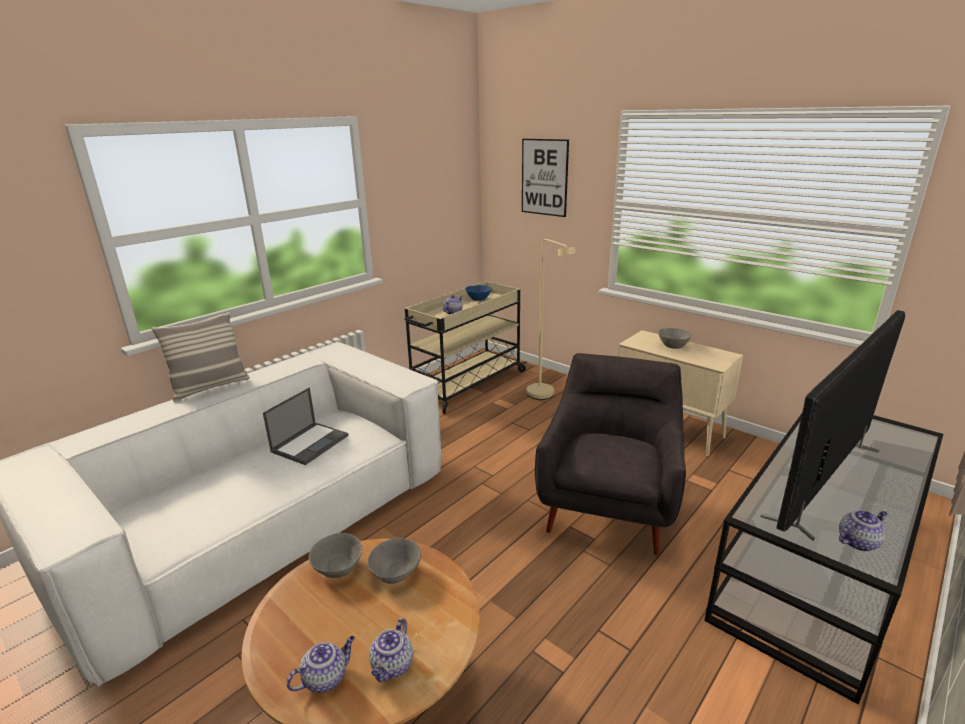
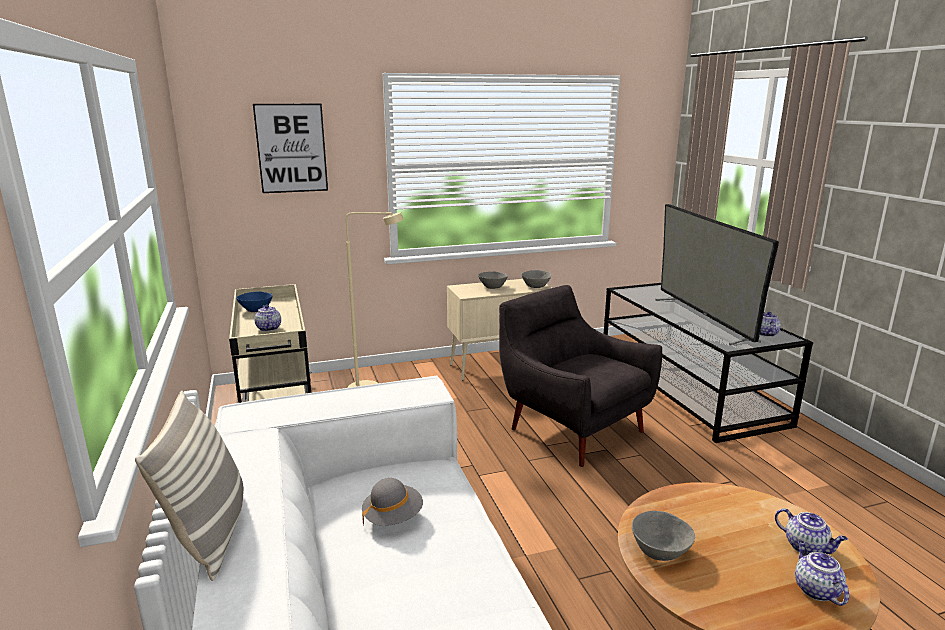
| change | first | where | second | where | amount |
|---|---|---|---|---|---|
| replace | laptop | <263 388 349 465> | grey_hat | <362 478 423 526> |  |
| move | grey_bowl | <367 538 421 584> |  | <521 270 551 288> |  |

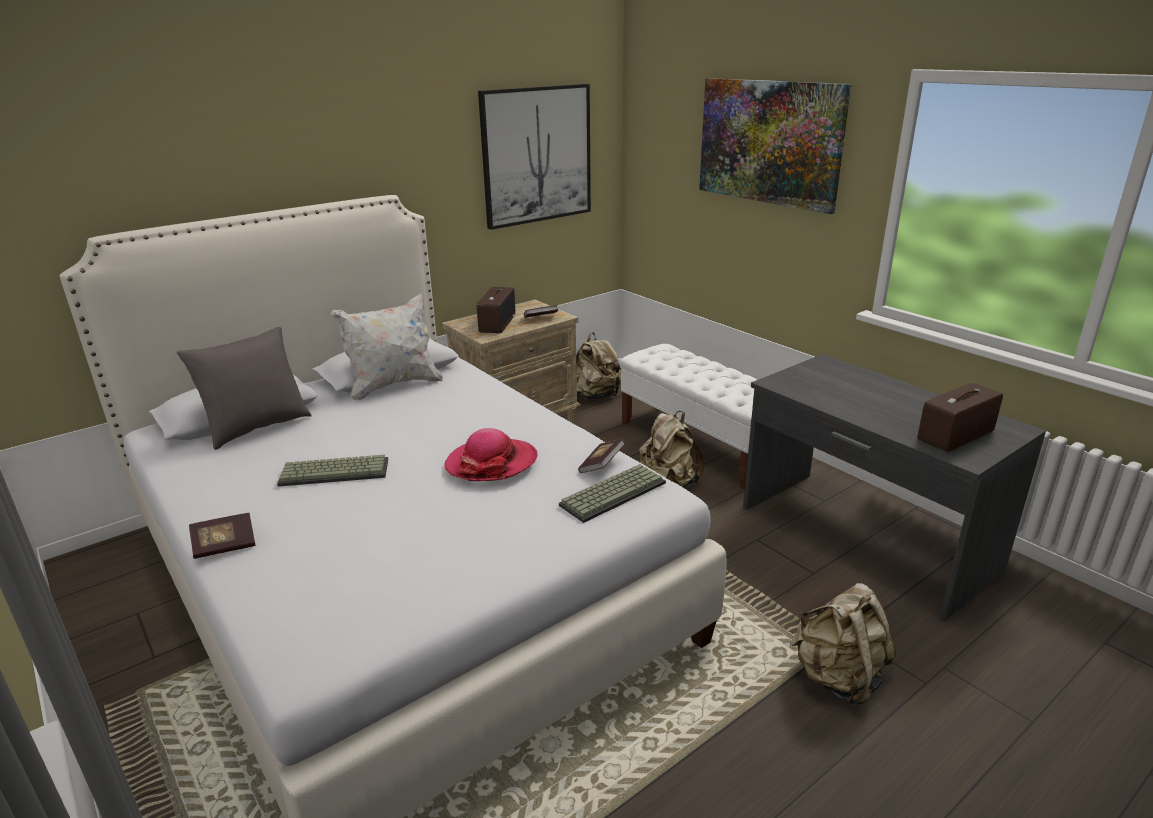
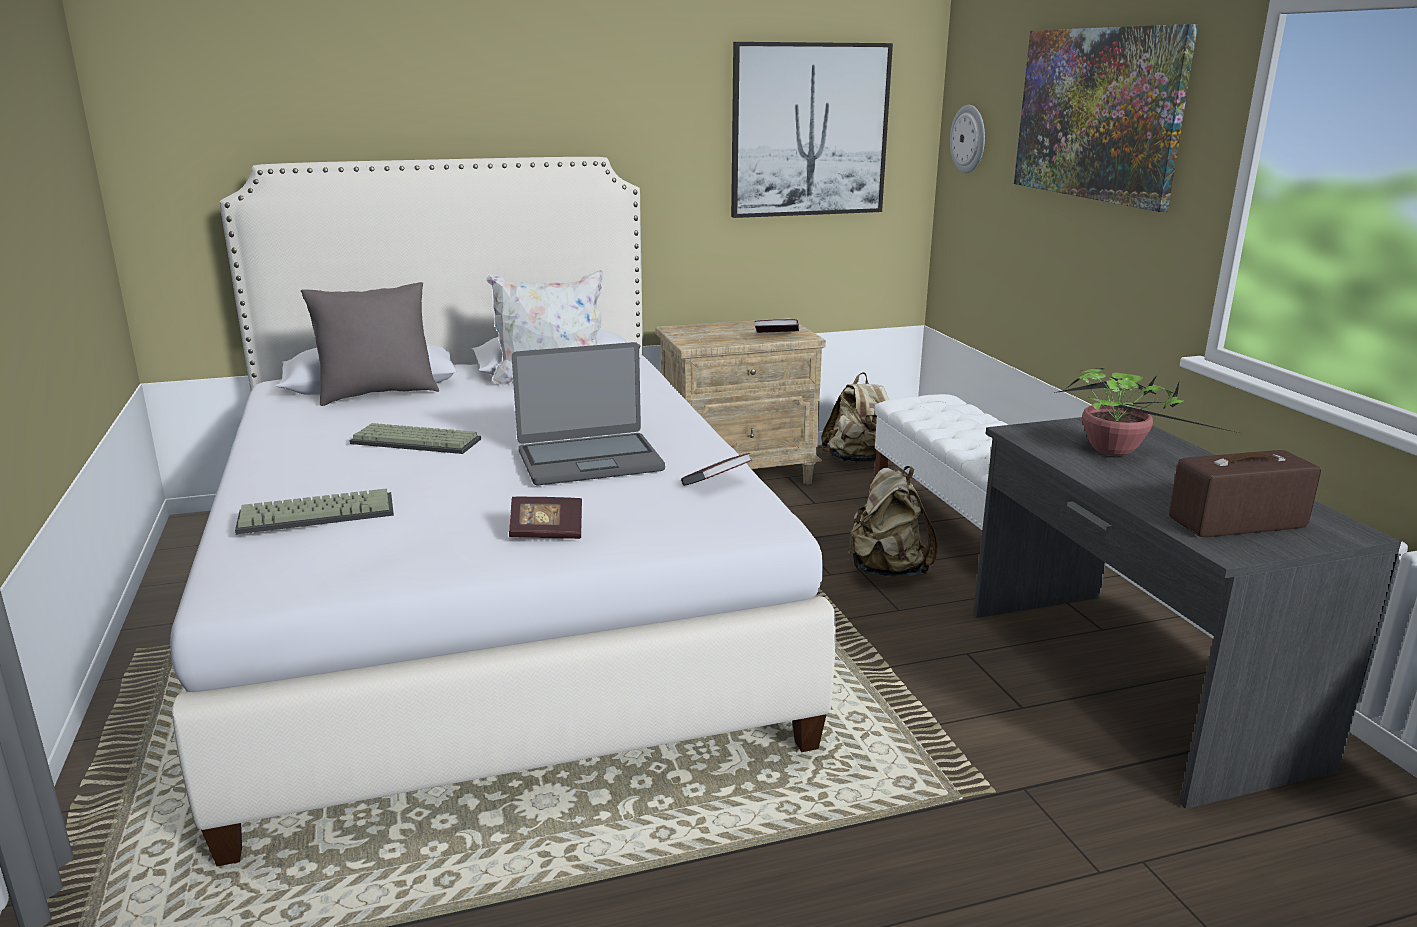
| change | first | where | second | where | amount |
|---|---|---|---|---|---|
| move | keyboard | <559 464 666 523> |  | <235 489 394 534> |  |
| move | book | <189 513 255 559> |  | <509 497 582 539> |  |
| replace | hat | <444 428 537 481> | laptop | <512 342 665 485> |  |
| insert |  |  | wall_clock | <950 105 985 173> |  |
| insert |  |  | potted_plant | <1054 367 1238 456> |  |
| delete | radio | <477 287 515 333> |  |  |  |
| delete | beige_backpack | <790 583 896 706> |  |  |  |

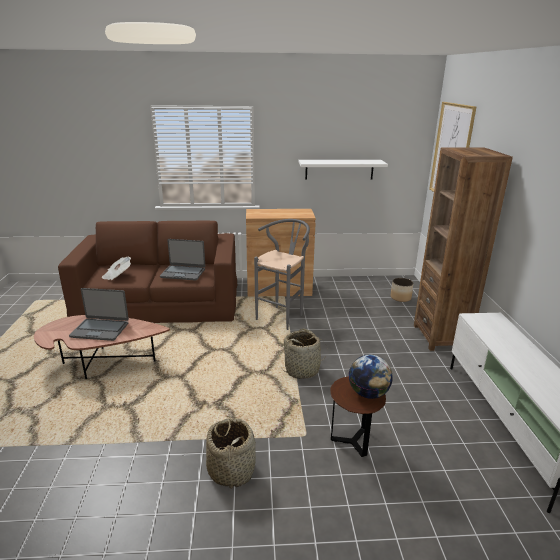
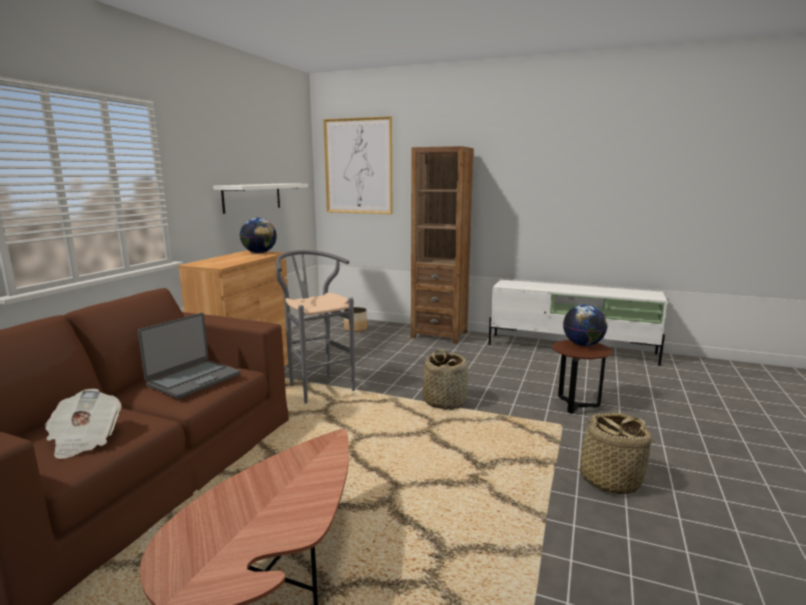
| change | first | where | second | where | amount |
|---|---|---|---|---|---|
| insert |  |  | globe | <240 218 277 253> |  |
| delete | laptop | <69 288 129 341> |  |  |  |

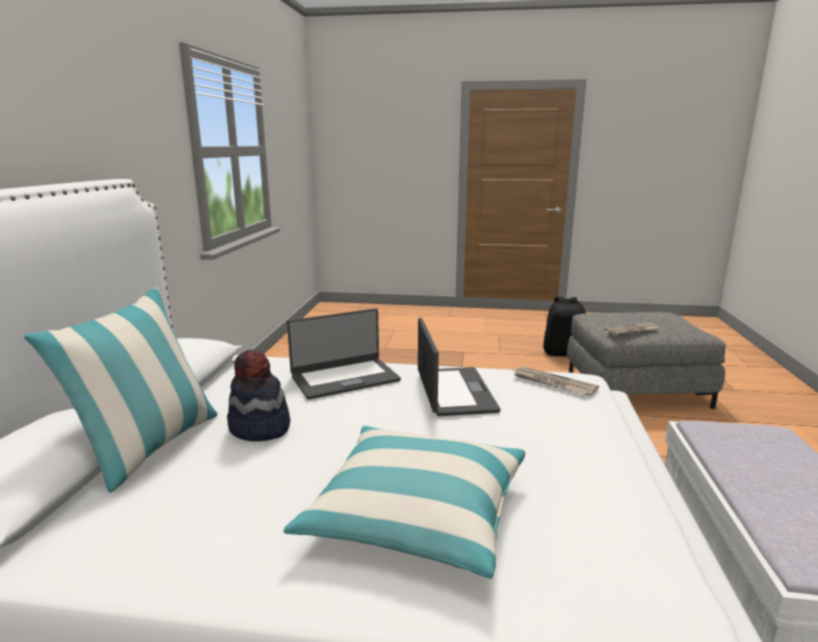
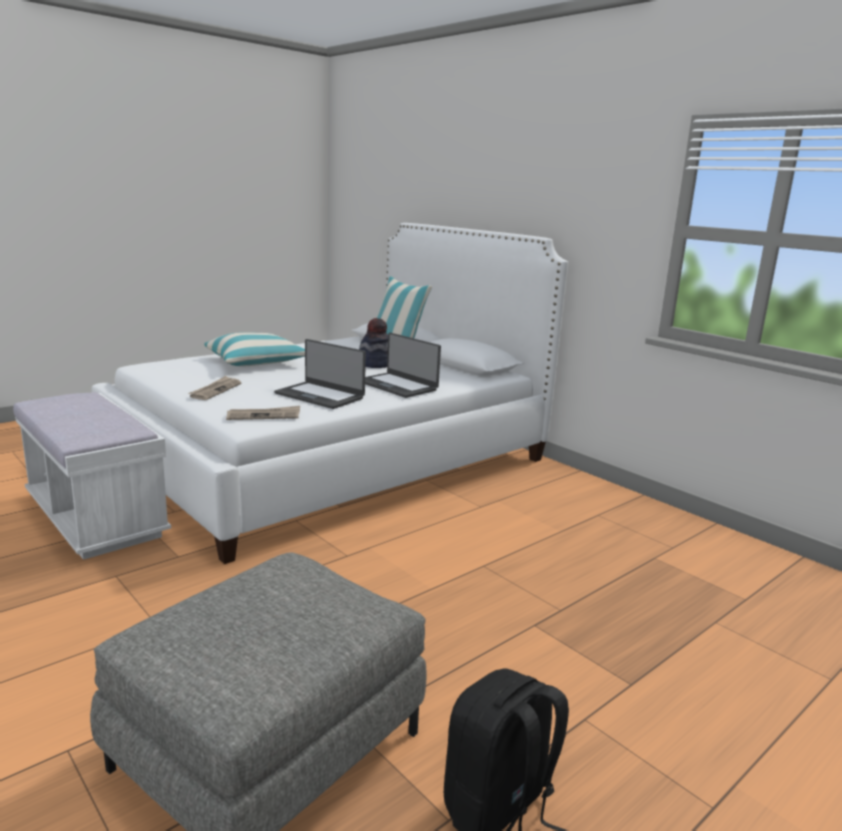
| change | first | where | second | where | amount |
|---|---|---|---|---|---|
| move | newspaper | <605 322 659 336> |  | <188 376 242 400> |  |
| rotate | laptop | <287 308 401 399> |  | <365 333 441 398> | 60 degrees counterclockwise |

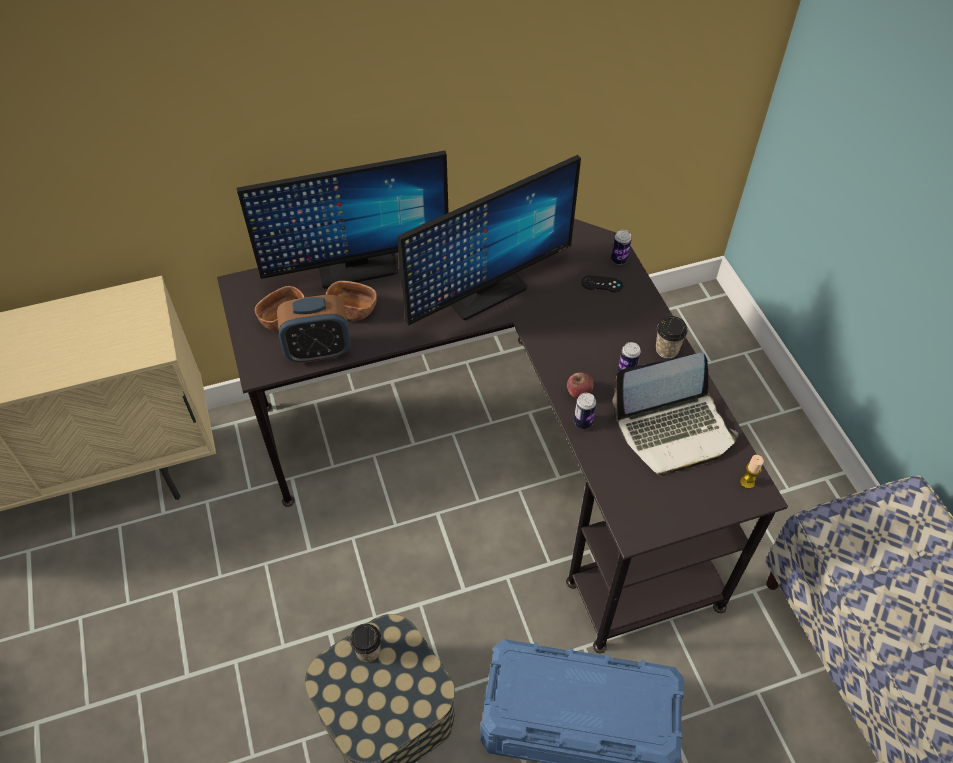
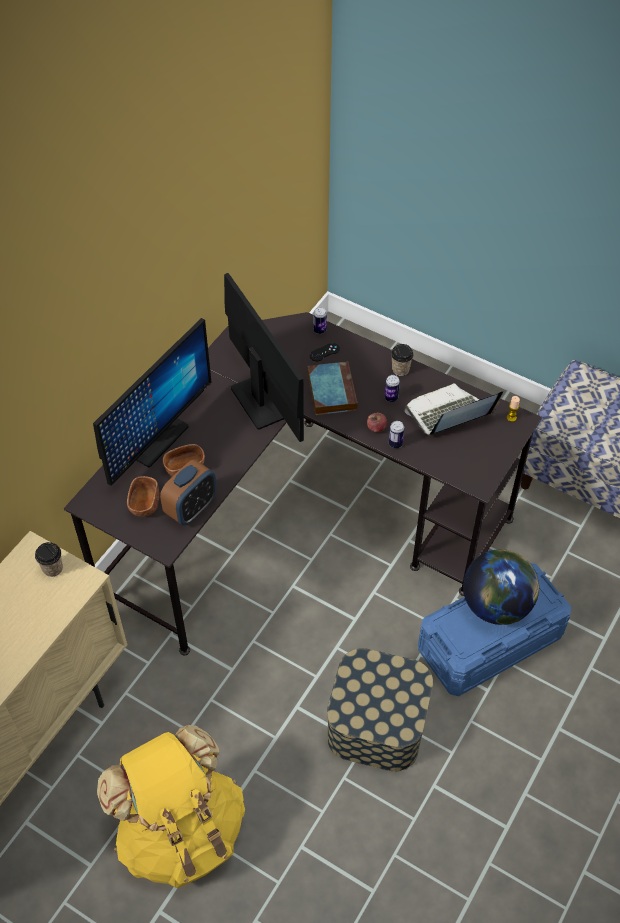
| change | first | where | second | where | amount |
|---|---|---|---|---|---|
| move | cup | <350 624 381 662> |  | <35 542 63 577> |  |
| insert |  |  | yellow_backpack | <97 725 245 888> |  |
| rotate | monitor | <398 155 581 325> |  | <224 273 304 442> | 45 degrees counterclockwise |
| insert |  |  | book | <307 361 358 415> |  |
| rotate | laptop | <613 353 738 477> |  | <405 383 503 435> | 150 degrees counterclockwise |
| insert |  |  | globe | <463 549 539 625> |  |

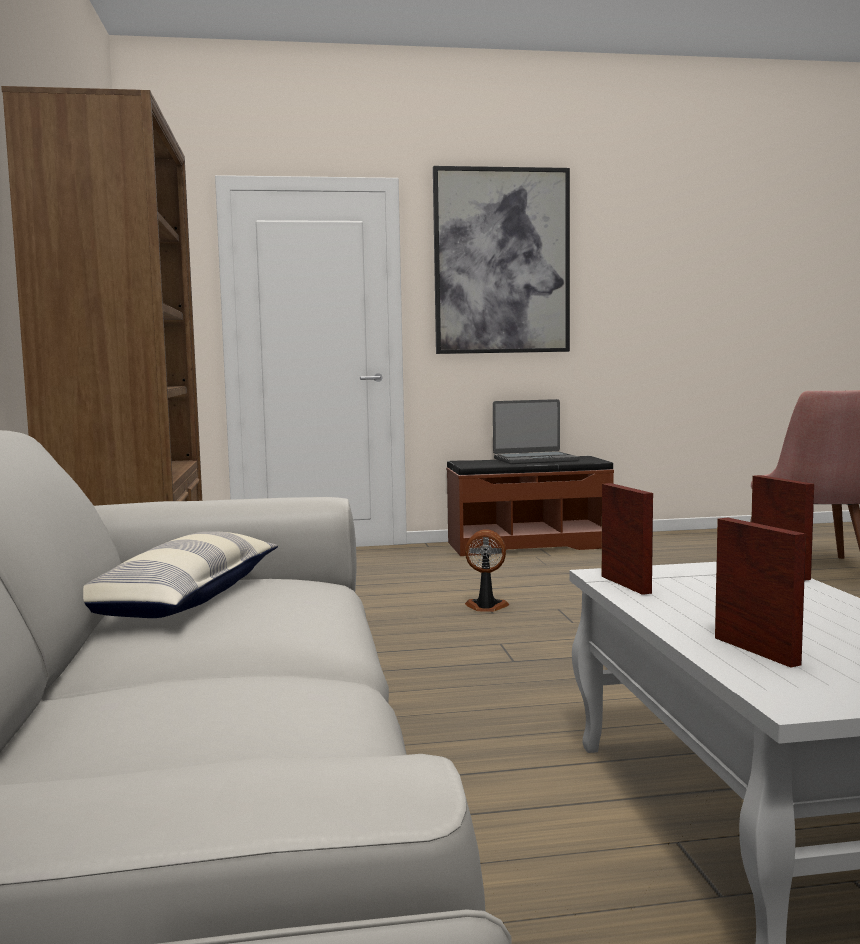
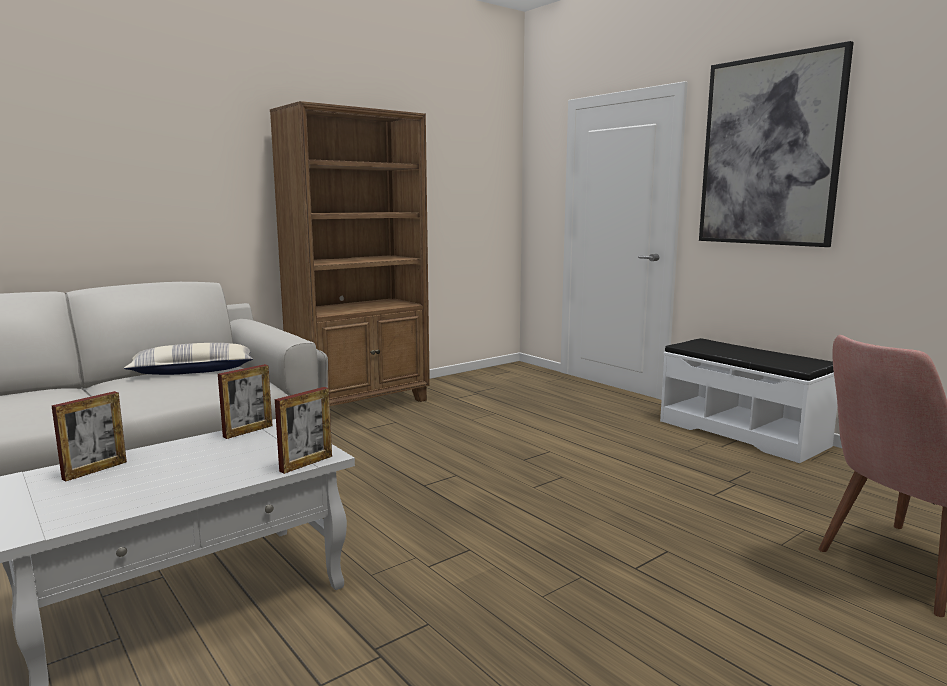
| change | first | where | second | where | amount |
|---|---|---|---|---|---|
| recolor | brown_bench | <446 456 614 556> | white_bench | <660 338 838 463> |  |
| delete | fan | <465 529 510 612> |  |  |  |
| delete | laptop | <493 399 579 464> |  |  |  |

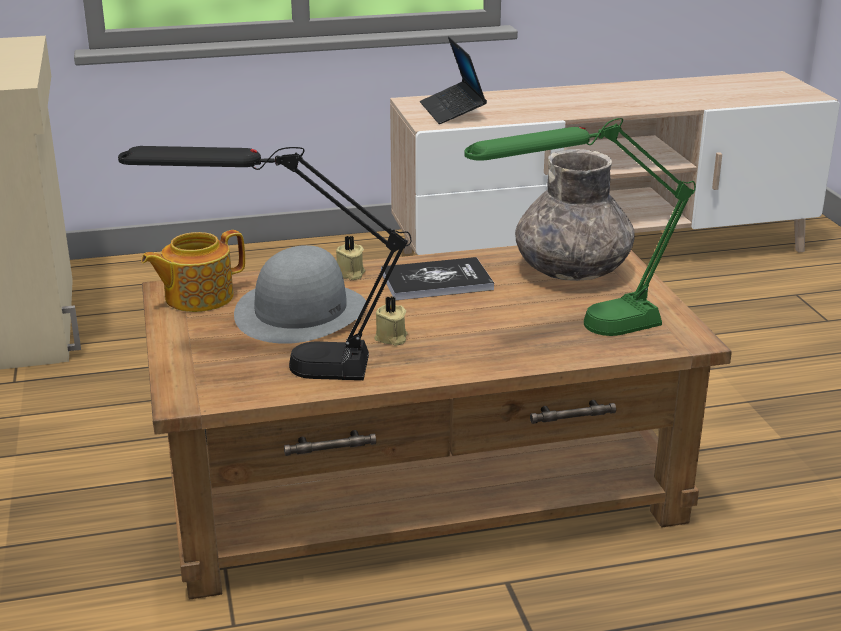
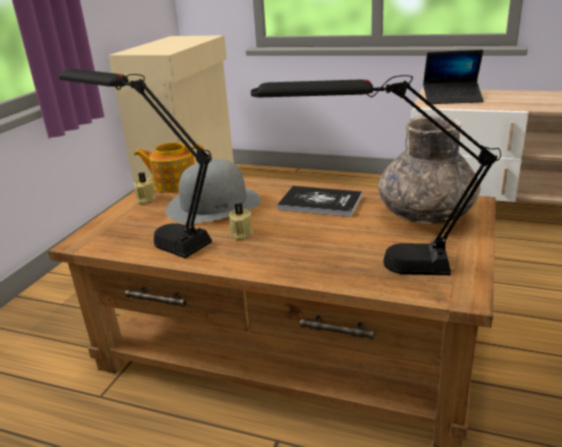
| change | first | where | second | where | amount |
|---|---|---|---|---|---|
| move | beige_candle | <336 236 365 280> |  | <134 172 156 204> |  |
| recolor | green_table_lamp | <464 118 696 336> | black_table_lamp | <251 75 501 275> |  |
| rotate | laptop | <420 36 487 124> |  | <423 50 484 104> | 105 degrees counterclockwise |

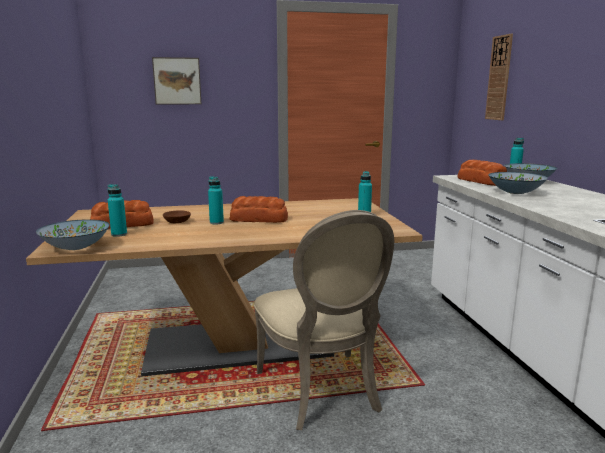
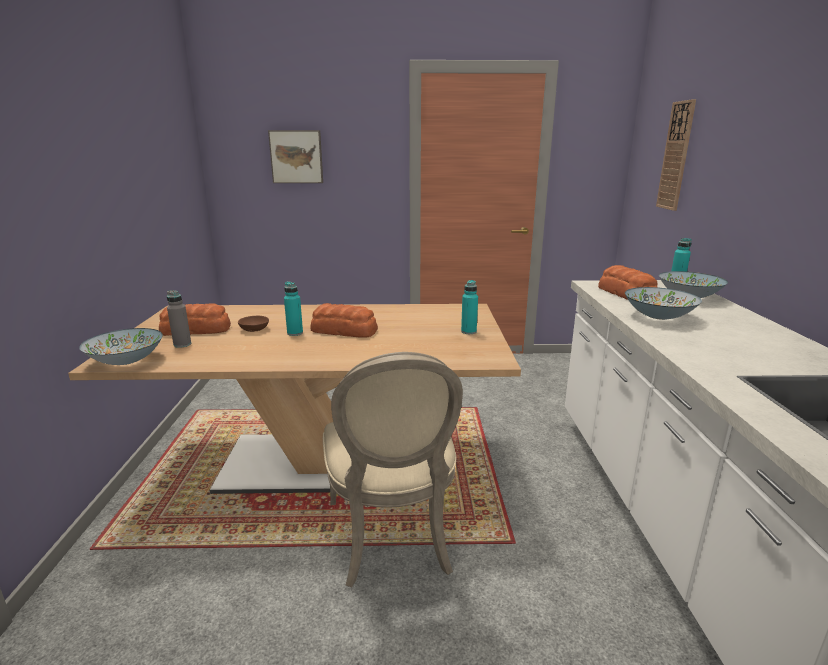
| change | first | where | second | where | amount |
|---|---|---|---|---|---|
| recolor | turquoise_bottle | <108 184 127 237> | grey_bottle | <167 290 191 348> |  |

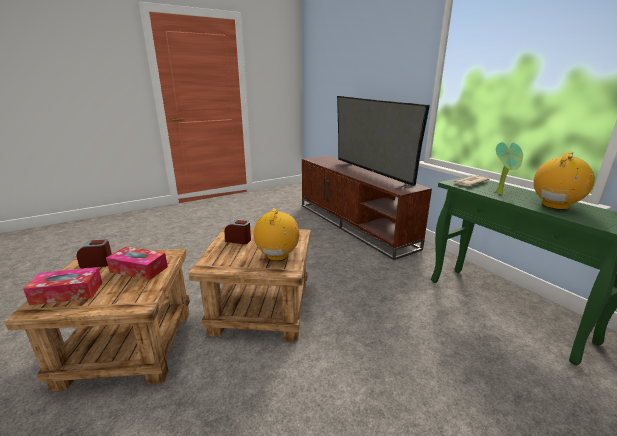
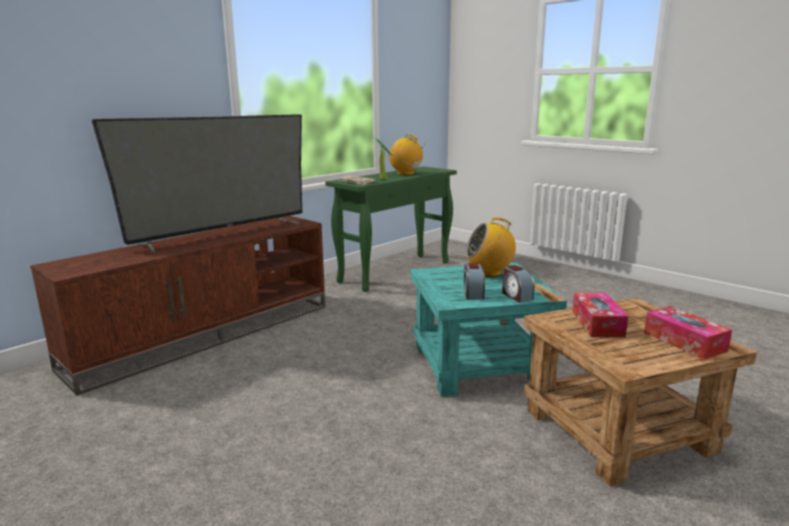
| change | first | where | second | where | amount |
|---|---|---|---|---|---|
| recolor | brown_side_table | <189 227 311 341> | turquoise_side_table | <410 262 567 397> |  |
| move | alarm_clock | <77 240 112 268> |  | <502 265 534 303> |  |

